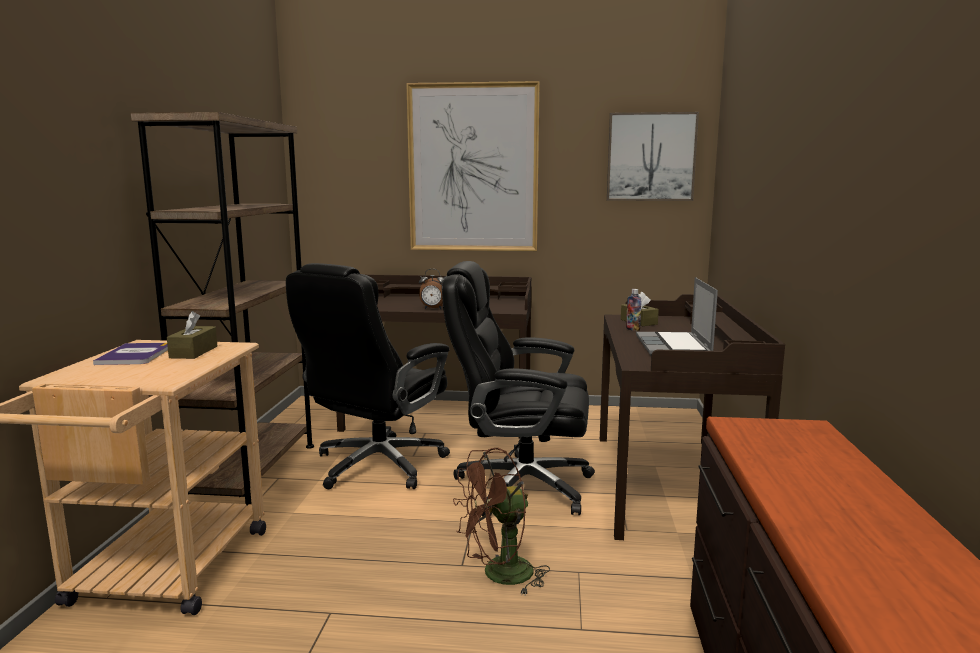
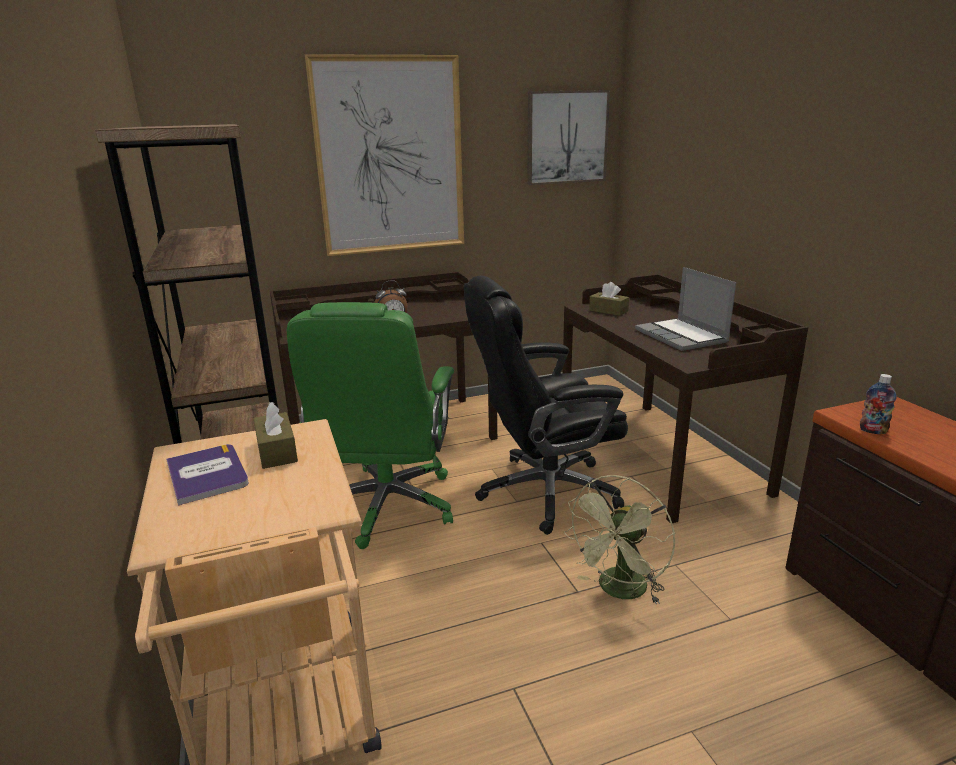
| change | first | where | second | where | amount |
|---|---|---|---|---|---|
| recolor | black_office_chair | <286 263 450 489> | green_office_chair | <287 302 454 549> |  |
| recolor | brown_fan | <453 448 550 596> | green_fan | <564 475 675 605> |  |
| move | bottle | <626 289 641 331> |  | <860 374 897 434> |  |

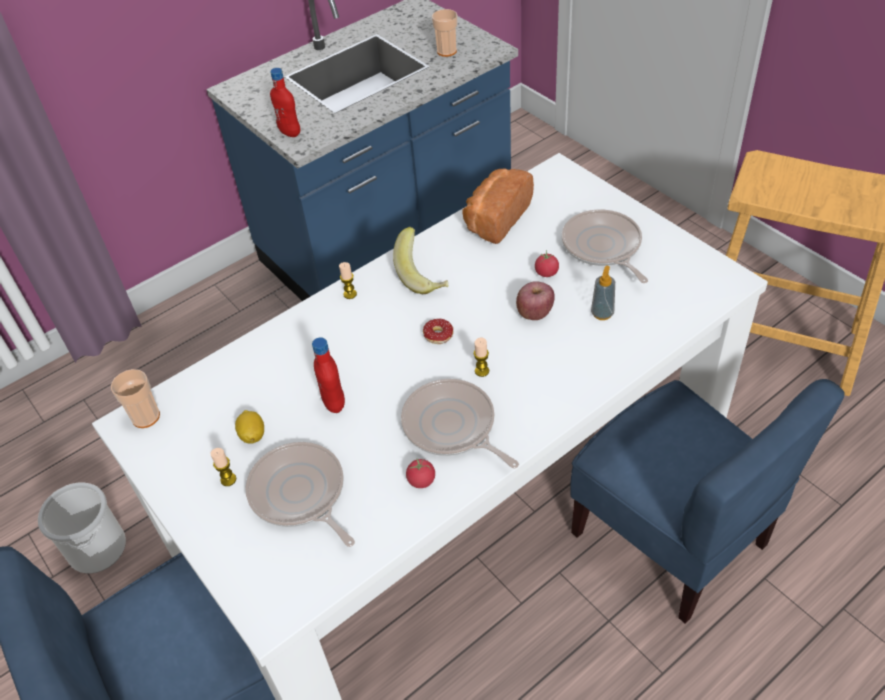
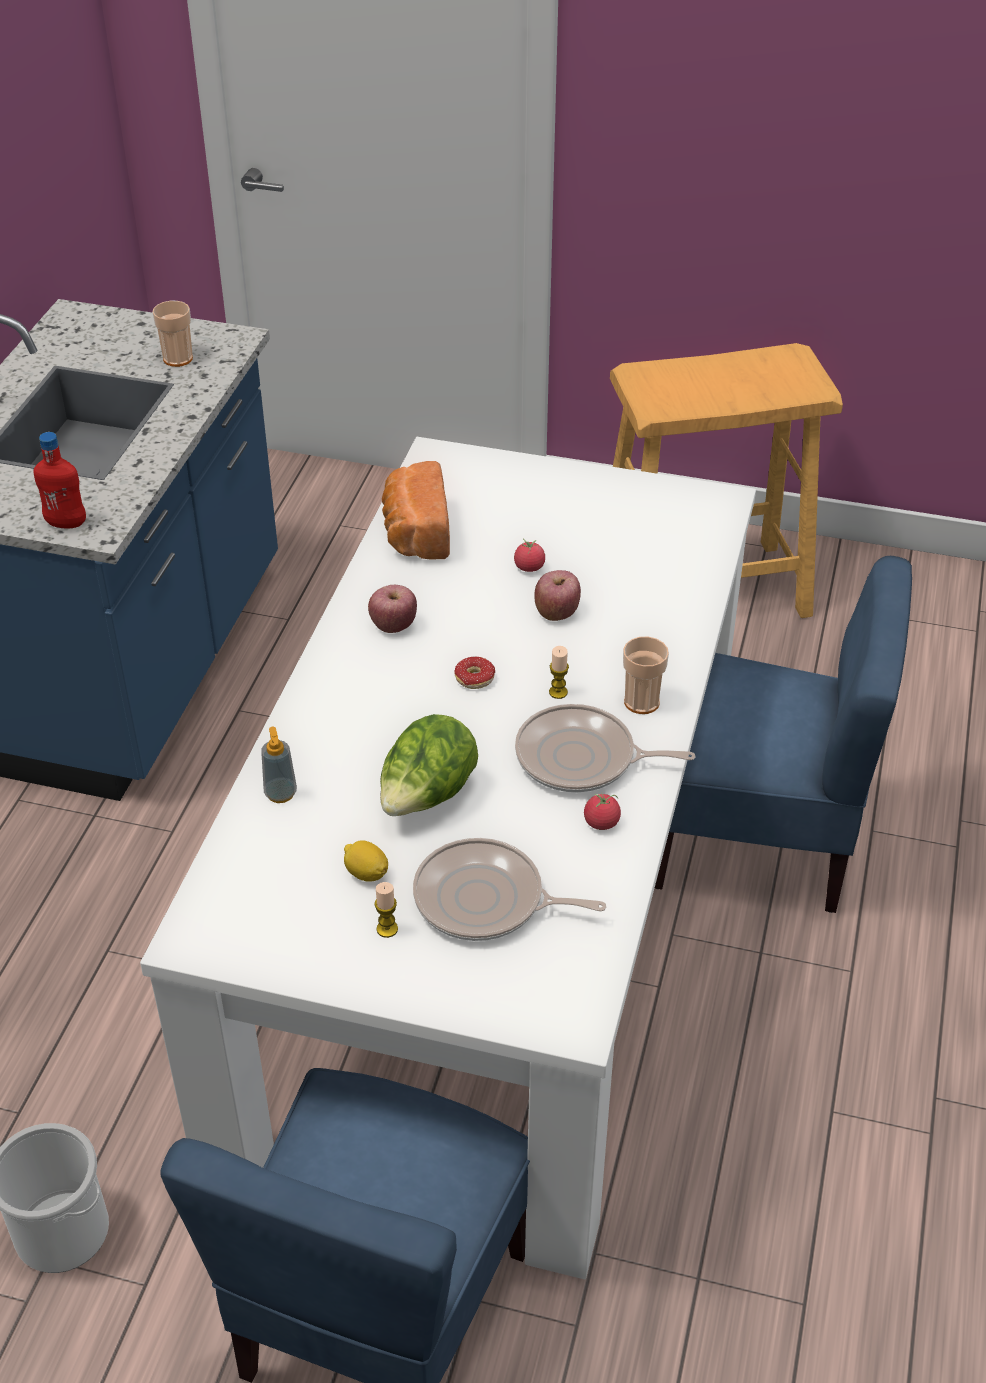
| change | first | where | second | where | amount |
|---|---|---|---|---|---|
| move | soap_dispenser | <591 266 615 320> |  | <261 727 297 803> |  |
| replace | banana | <393 227 448 294> | apple | <368 585 417 633> |  |
| replace | red_bottle | <312 337 345 413> | lettuce | <380 714 478 816> |  |
| move | cup | <111 369 160 428> |  | <623 636 669 714> |  |
| delete | candle | <339 262 357 299> |  |  |  |
| delete | frying_pan | <562 210 648 283> |  |  |  |

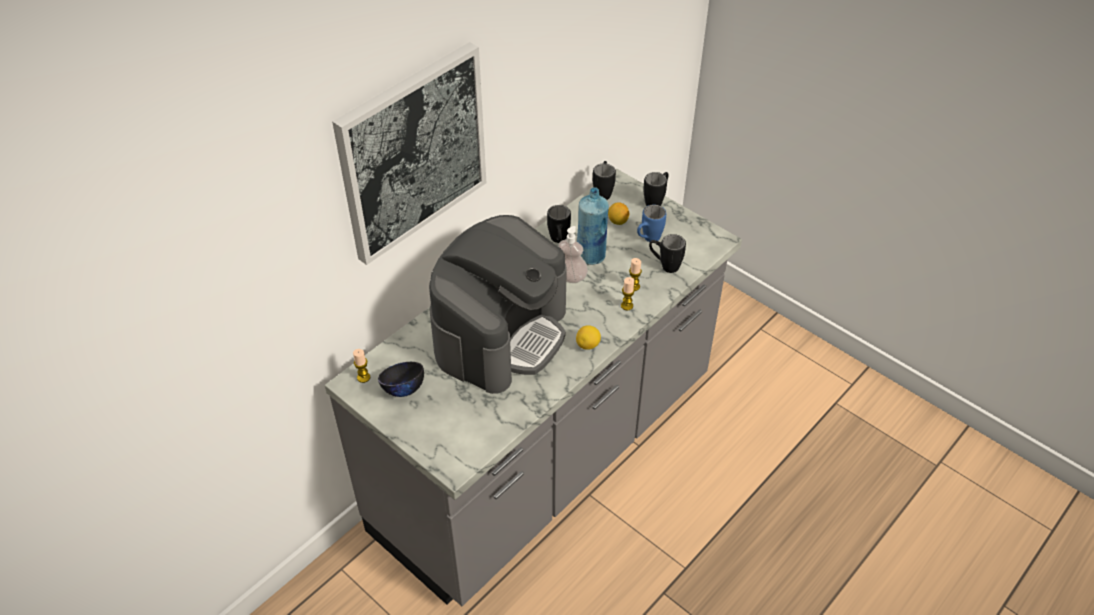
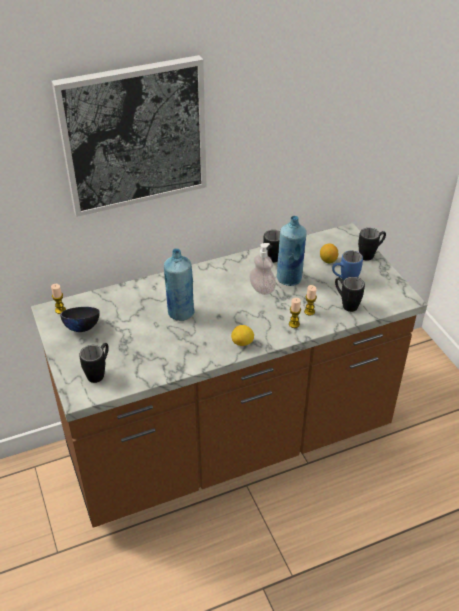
| change | first | where | second | where | amount |
|---|---|---|---|---|---|
| recolor | grey_counter | <325 169 742 606> | brown_counter | <31 223 427 528> |  |
| move | black_mug | <593 161 616 200> |  | <79 343 109 383> |  |
| replace | coffee_machine | <429 215 567 394> | blue_bottle | <164 248 195 321> |  |

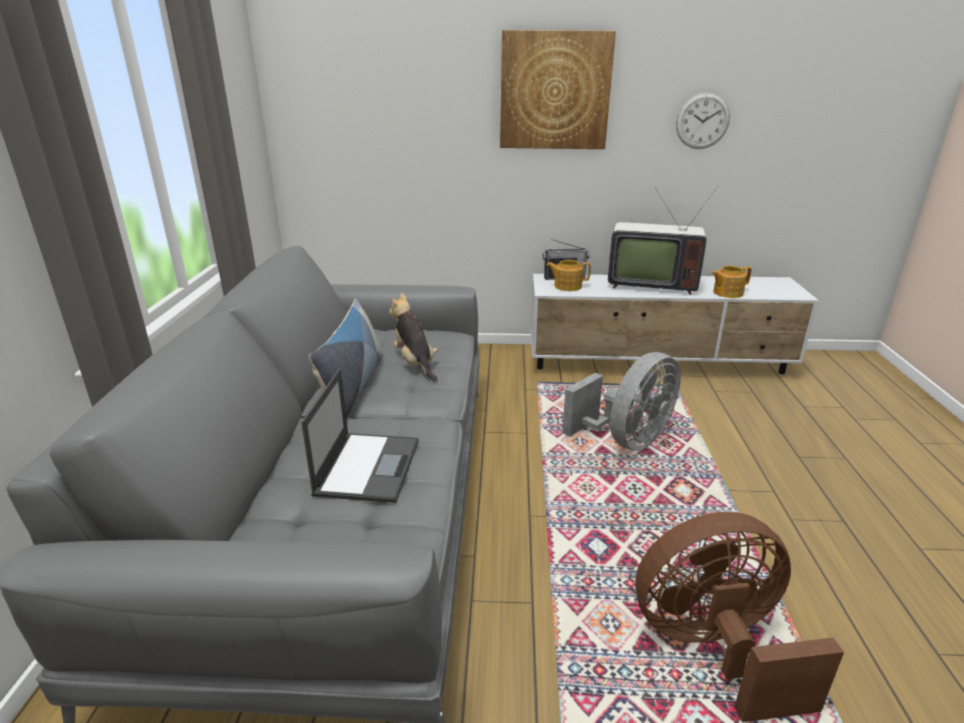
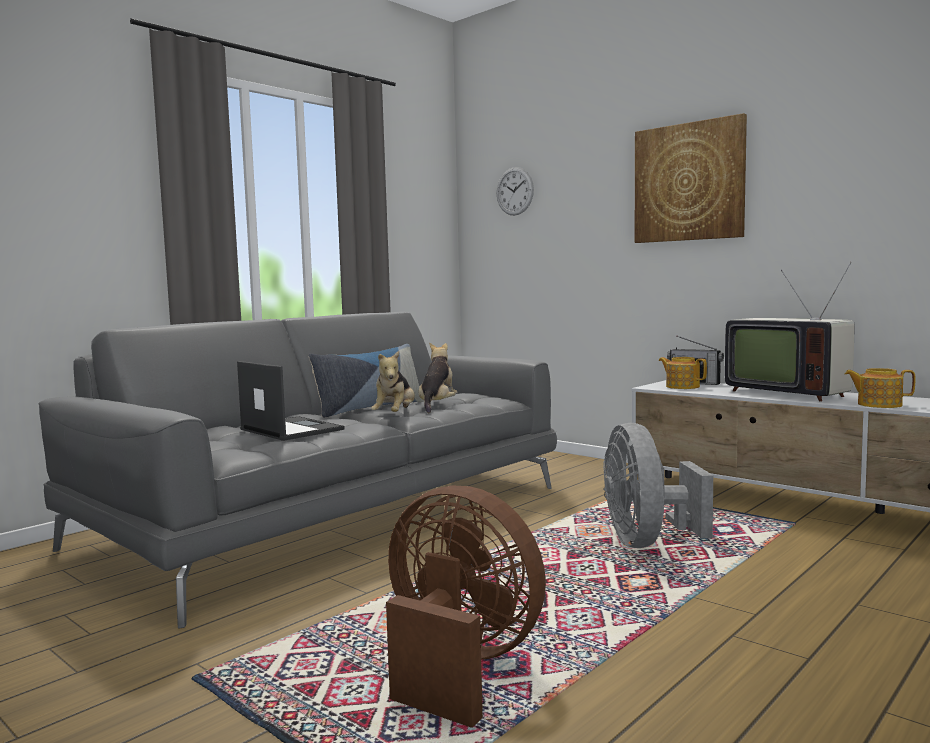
| change | first | where | second | where | amount |
|---|---|---|---|---|---|
| rotate | laptop | <301 369 418 503> |  | <237 361 344 441> | 90 degrees counterclockwise |
| insert |  |  | plush_toy | <371 351 415 412> |  |
| move | wall_clock | <676 93 730 149> |  | <497 167 534 215> |  |
| rotate | grey_fan | <562 352 681 451> |  | <603 423 713 548> | 90 degrees clockwise |

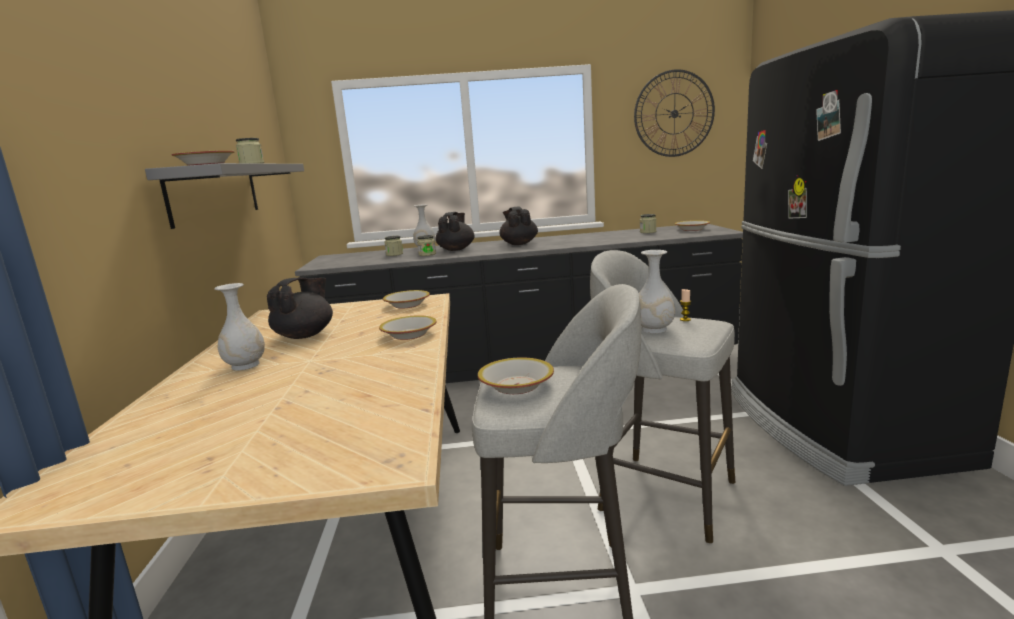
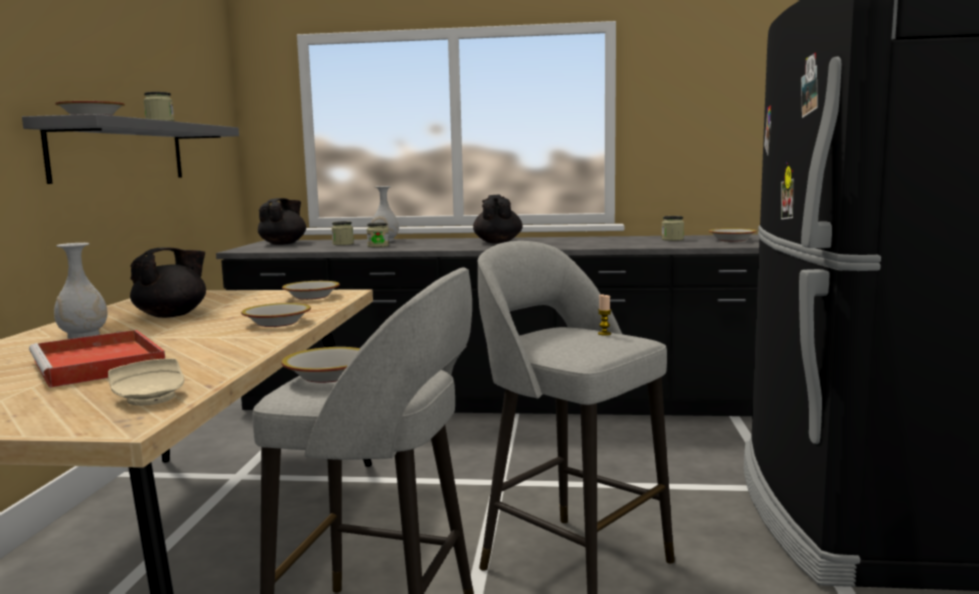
| change | first | where | second | where | amount |
|---|---|---|---|---|---|
| insert |  |  | red_tray | <29 330 165 388> |  |
| insert |  |  | beige_plate | <108 359 184 406> |  |
| move | black_teapot | <436 212 475 251> |  | <258 198 306 245> |  |
| delete | wall_clock | <634 69 715 157> |  |  |  |
| delete | white_vase | <639 250 675 333> |  |  |  |

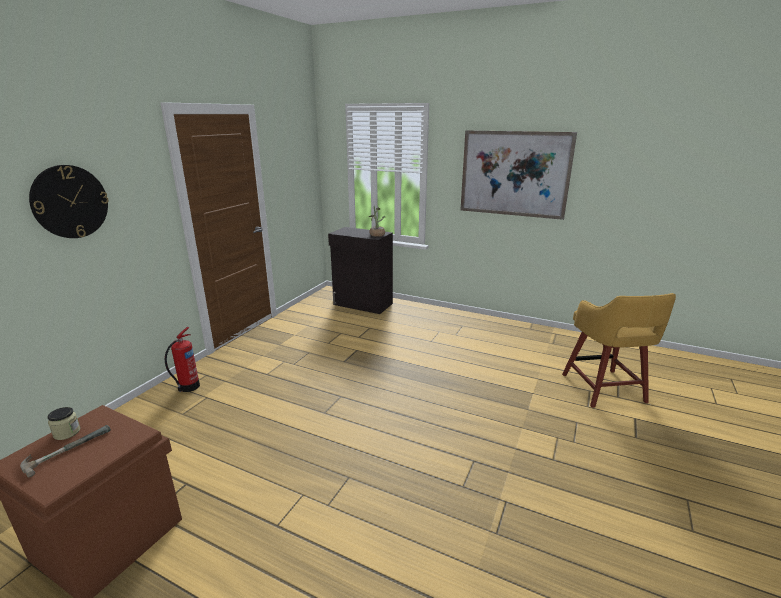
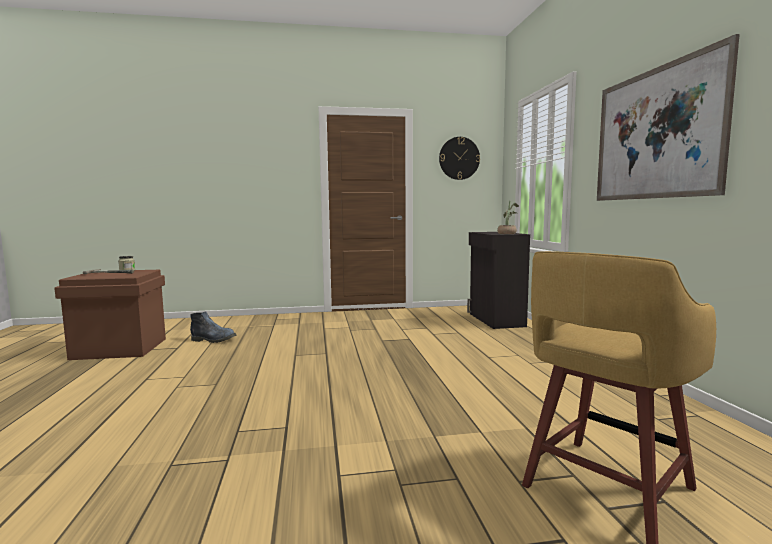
| change | first | where | second | where | amount |
|---|---|---|---|---|---|
| insert |  |  | boot | <190 311 236 343> |  |
| move | wall_clock | <29 165 109 238> |  | <439 137 480 180> |  |
| delete | fire_extinguisher | <165 327 200 392> |  |  |  |

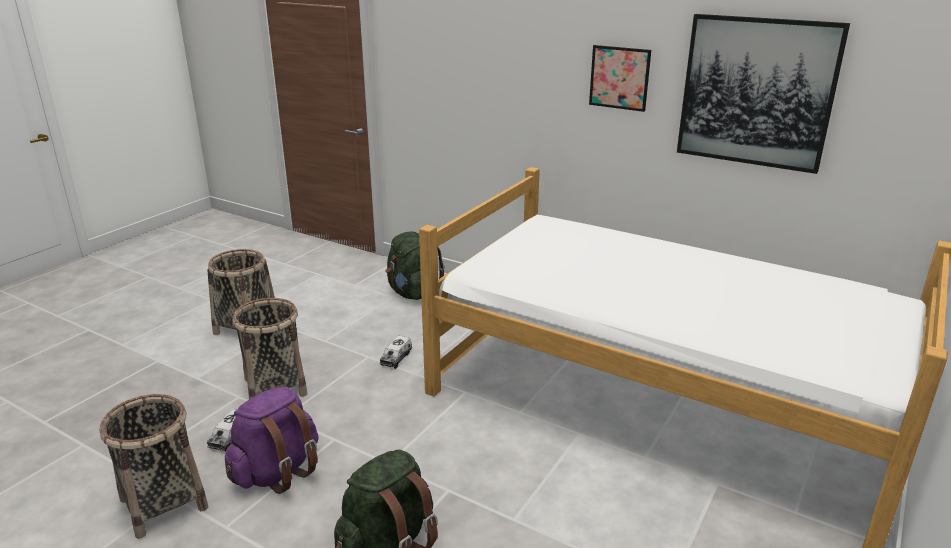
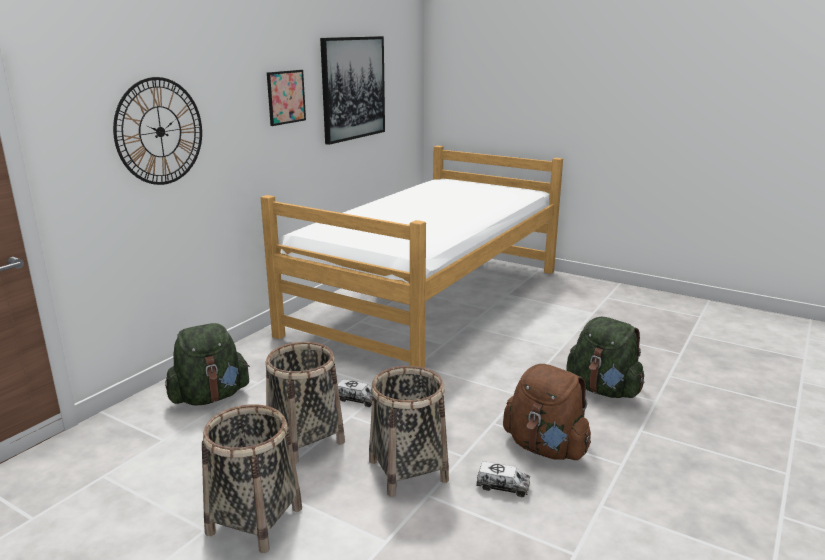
| change | first | where | second | where | amount |
|---|---|---|---|---|---|
| insert |  |  | wall_clock | <113 77 202 185> |  |
| move | basket | <99 394 208 539> |  | <266 342 345 463> |  |
| recolor | purple_backpack | <225 386 318 494> | brown_backpack | <503 364 591 460> |  |

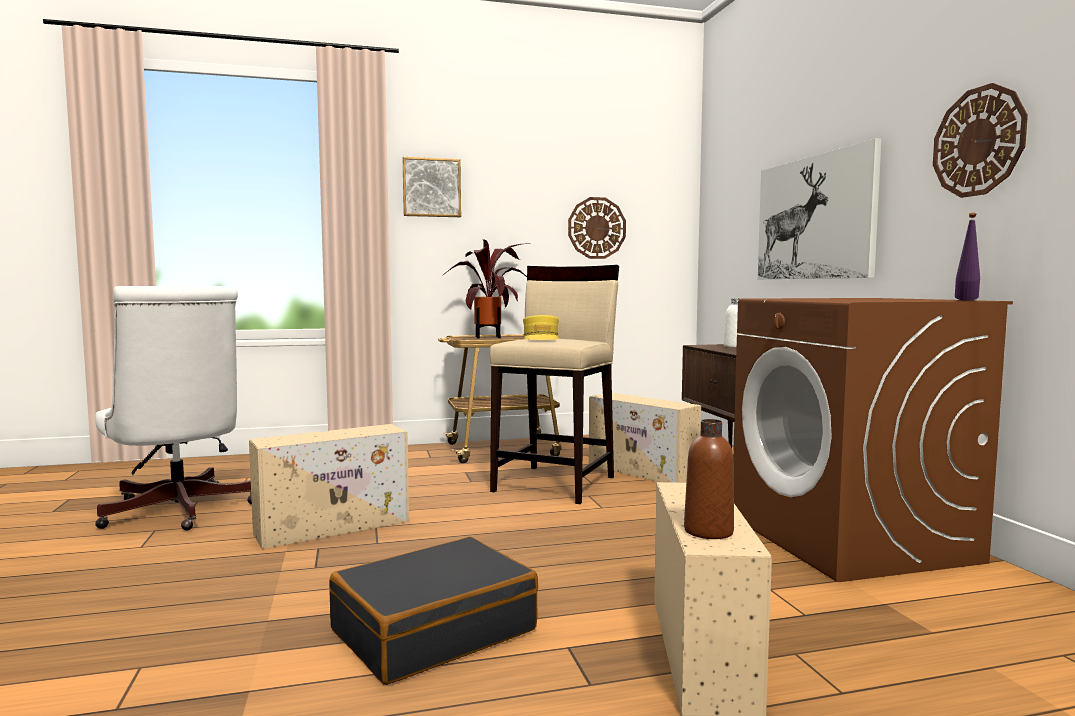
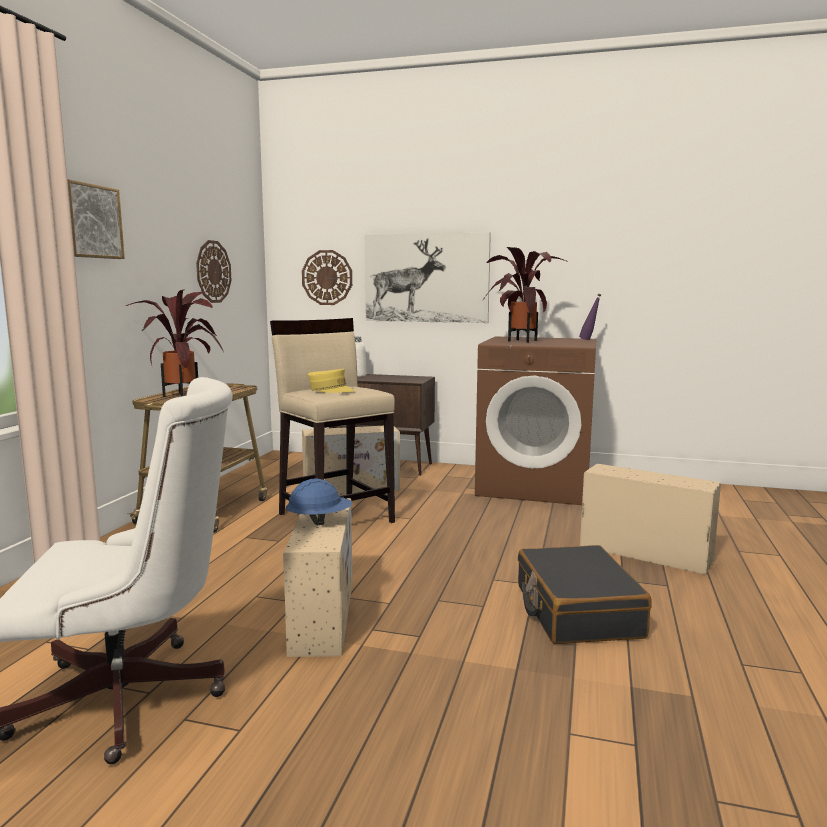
| change | first | where | second | where | amount |
|---|---|---|---|---|---|
| insert |  |  | blue_hard_hat | <286 479 352 525> |  |
| move | wall_clock | <933 83 1028 198> |  | <302 250 352 305> |  |
| insert |  |  | potted_plant | <482 247 566 343> |  |
| delete | brown_bottle | <684 419 734 539> |  |  |  |

